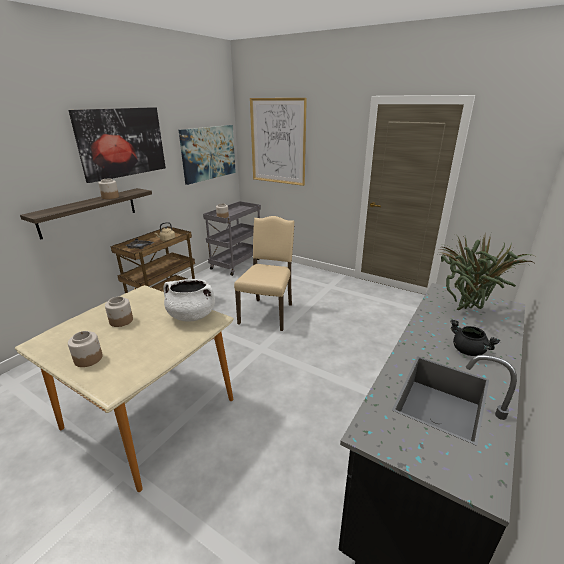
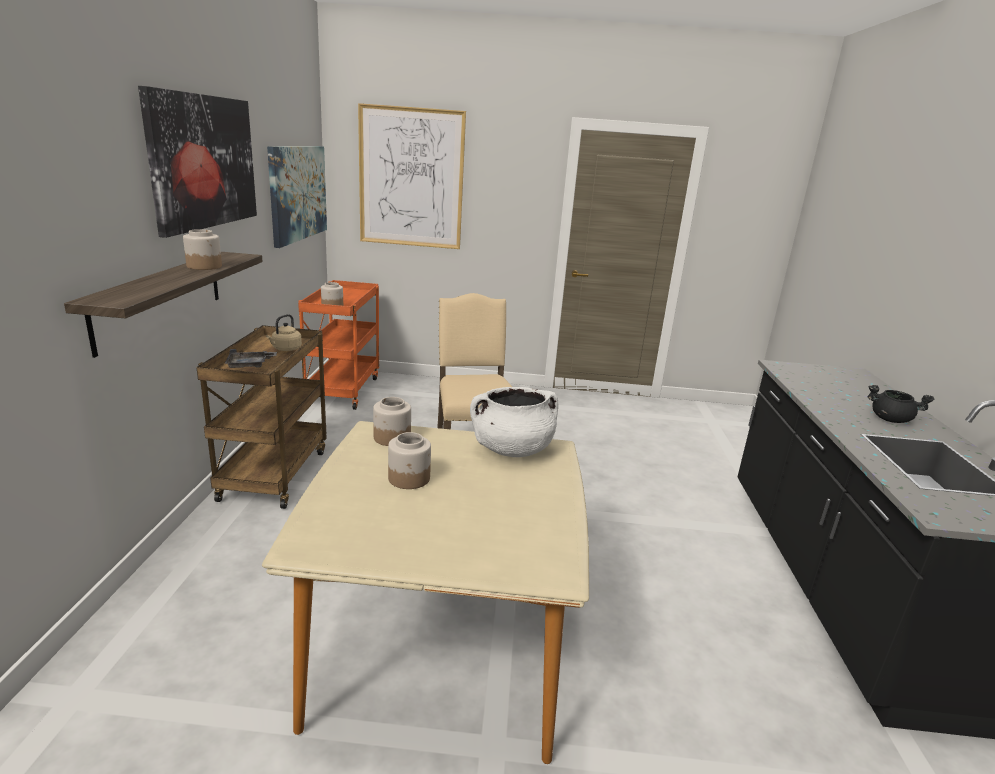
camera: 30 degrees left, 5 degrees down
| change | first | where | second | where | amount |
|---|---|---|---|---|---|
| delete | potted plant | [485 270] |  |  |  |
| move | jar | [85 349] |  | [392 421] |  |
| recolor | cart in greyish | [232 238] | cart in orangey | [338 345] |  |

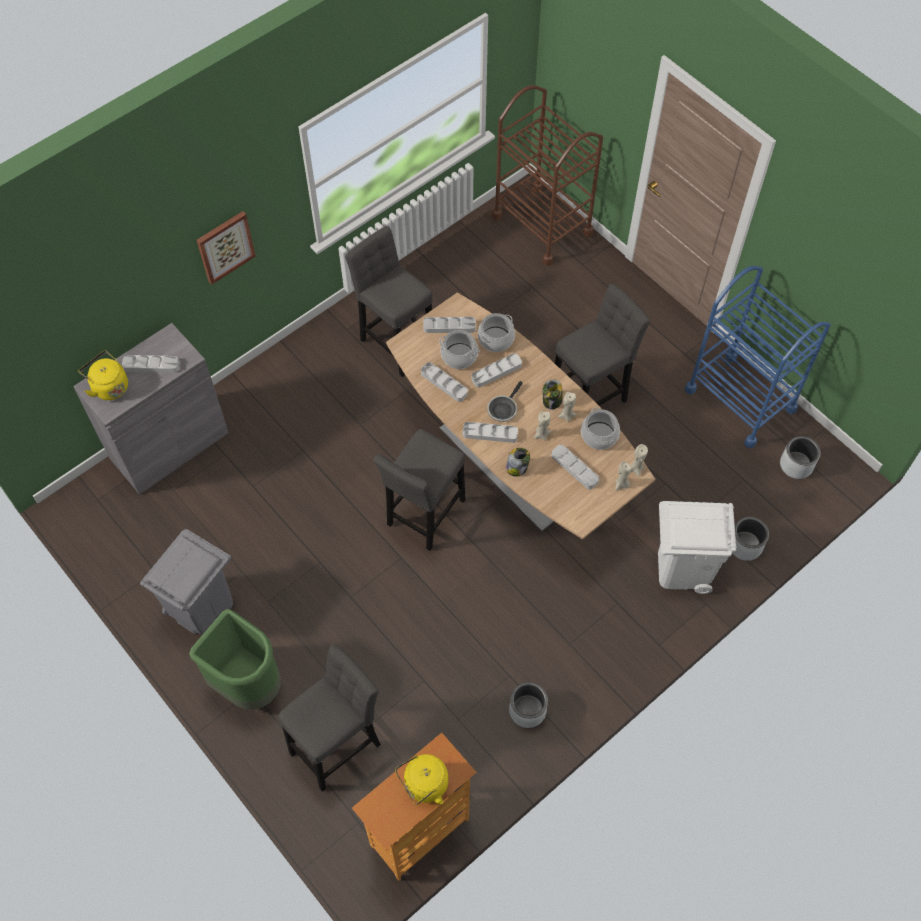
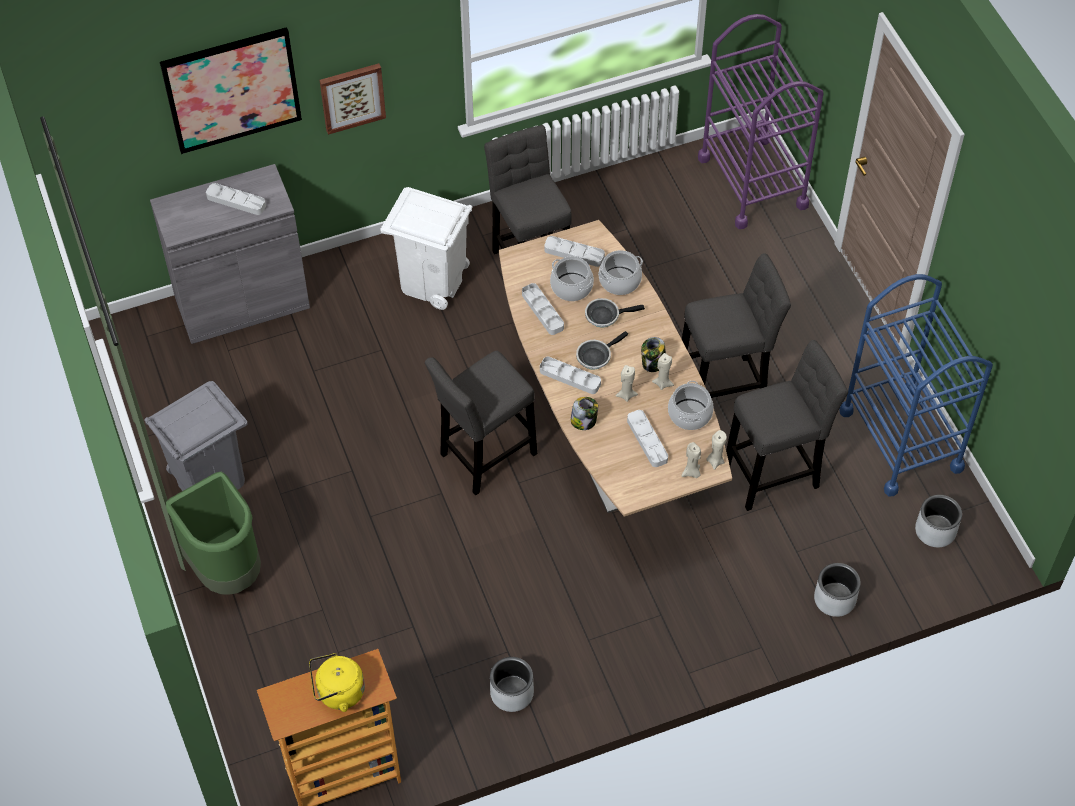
camera: 20 degrees right, 5 degrees down
| change | first | where | second | where | amount |
|---|---|---|---|---|---|
| delete | water kettle in yellowish | [103 375] |  |  |  |
| insert |  |  | picture | [231 90] |  |
| move | sitting stool in greyish | [329 718] |  | [787 425] |  |
| move | trash can in white-coloured | [697 547] |  | [426 248] |  |
| replace | carrying tray in greyish | [496 370] | pan | [615 312] |  |
| recolor | cart in brown-coloured | [547 175] | cart in purple-coloured | [761 121] |  |

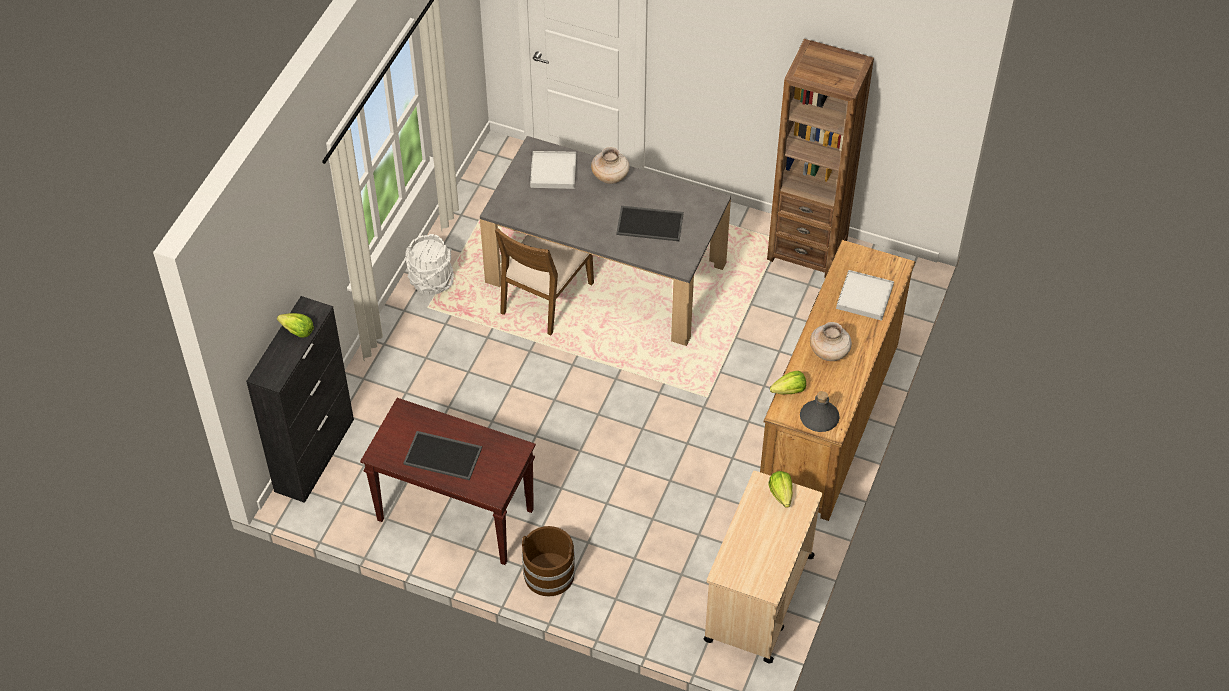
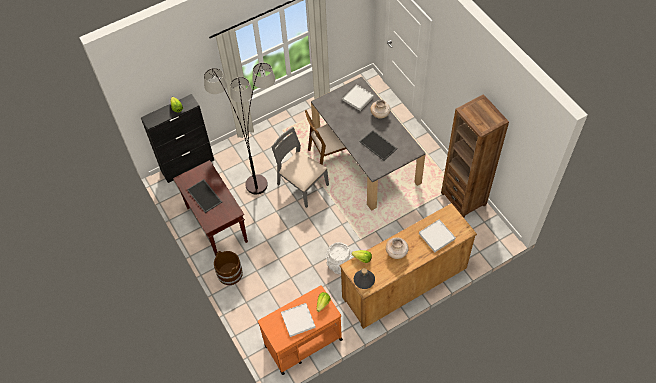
camera: 40 degrees right, 5 degrees up
| change | first | where | second | where | amount |
|---|---|---|---|---|---|
| insert |  |  | floor lamp | [239 128] |  |
| insert |  |  | plain chair in greyish | [300 167] |  |
| insert |  |  | carrying tray in white-coloured | [298 320] |  |
| move | water bucket in white-coloured | [429 264] |  | [339 258] |  |
| recolor | cart in beige | [763 567] | cart in orangey | [300 330] |  |

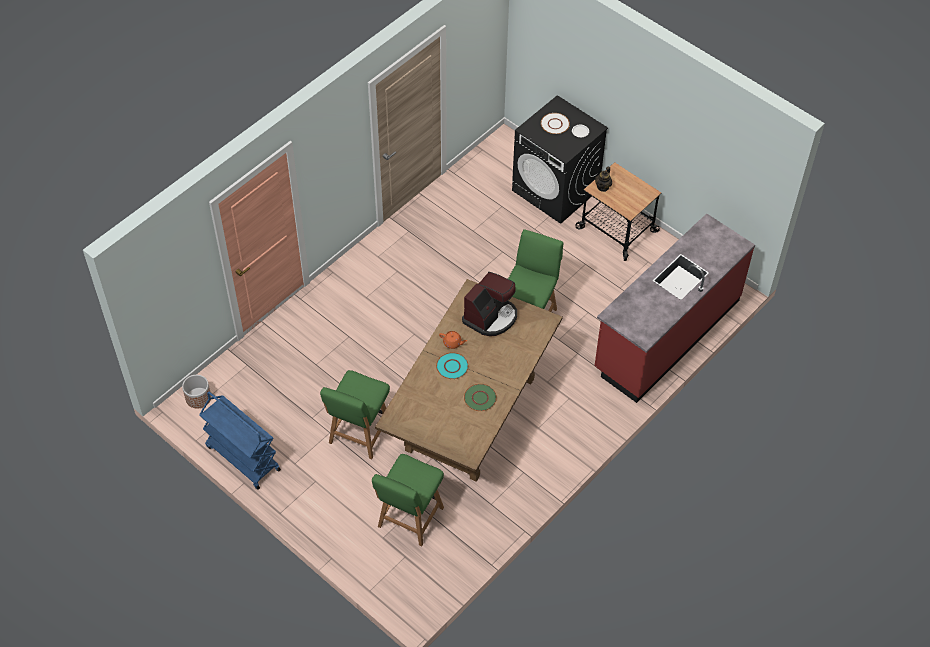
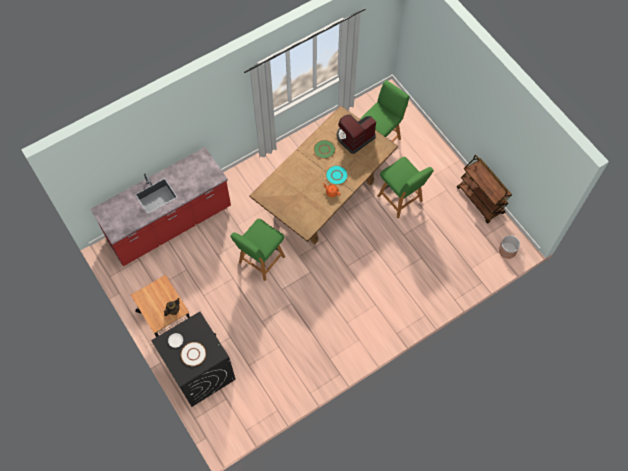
camera: 165 degrees left, 10 degrees up
| change | first | where | second | where | amount |
|---|---|---|---|---|---|
| move | coffee brewer | [489 304] |  | [356 134] |  |
| recolor | cart in bluish | [240 441] | cart in brown-coloured | [484 189] |  |
| rotate | plain chair in green-coloured | [355 414] |  | [406 187] | 105 degrees clockwise |

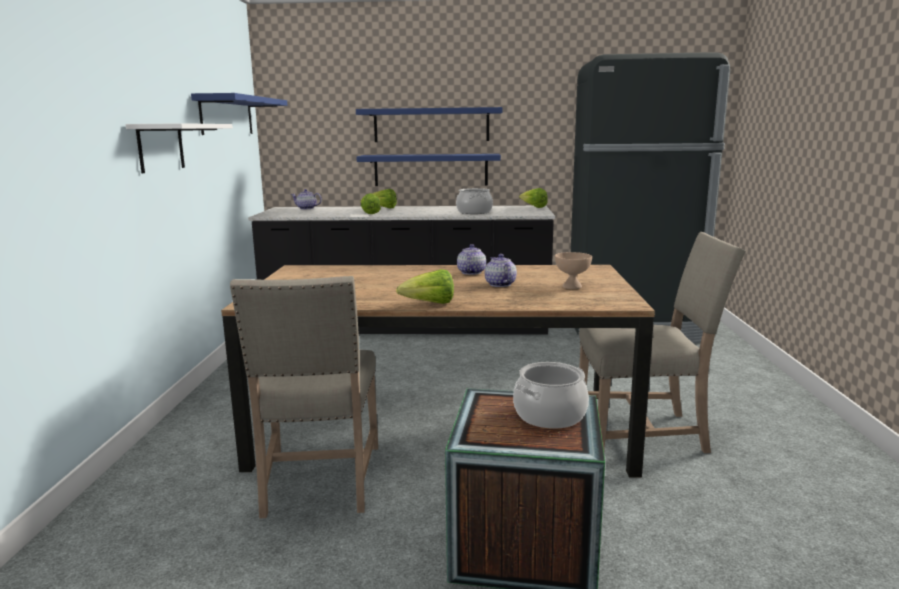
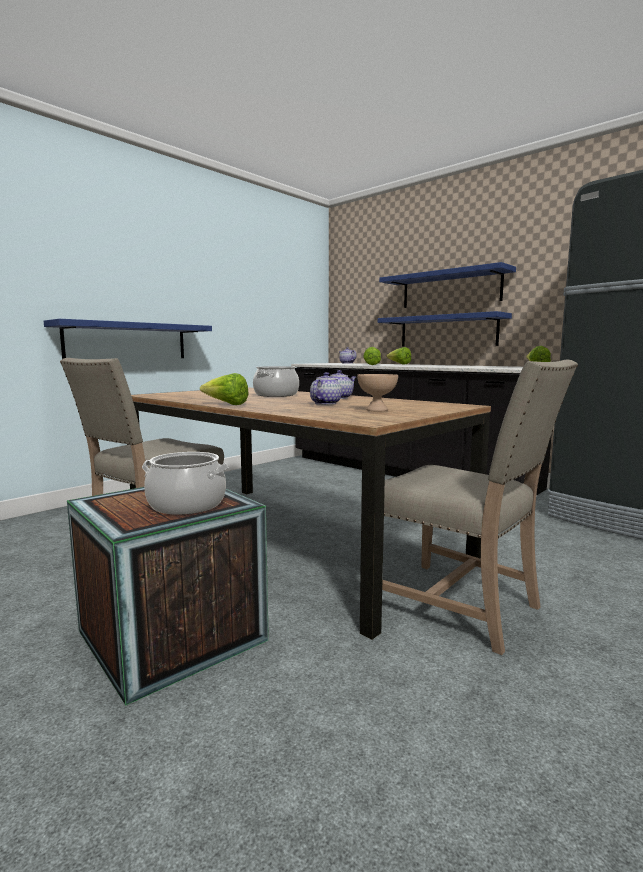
camera: 40 degrees right, 5 degrees down
| change | first | where | second | where | amount |
|---|---|---|---|---|---|
| delete | shelf in white-coloured | [179 148] |  |  |  |
| move | shelf in bluish | [239 114] |  | [128 339] |  |
| move | stockpot | [474 201] |  | [276 381] |  |

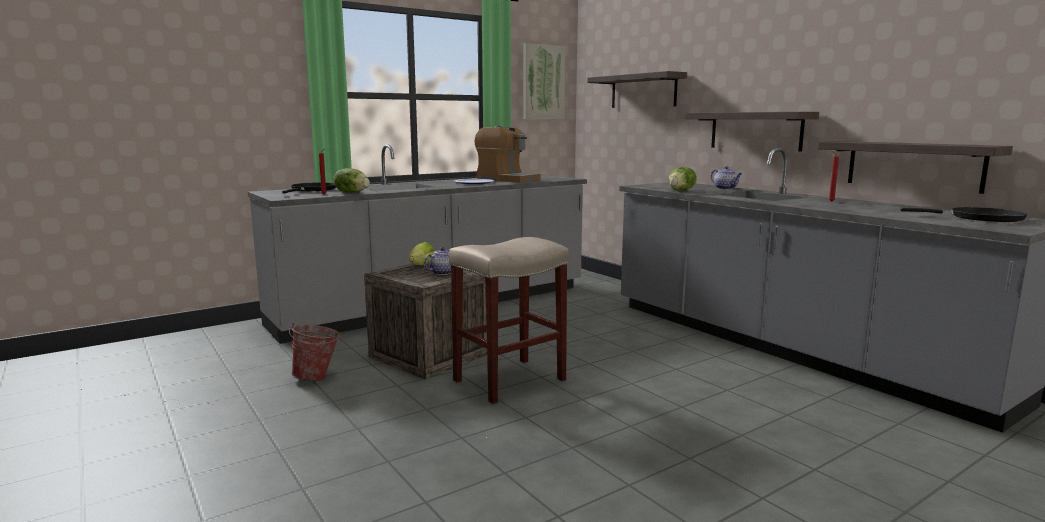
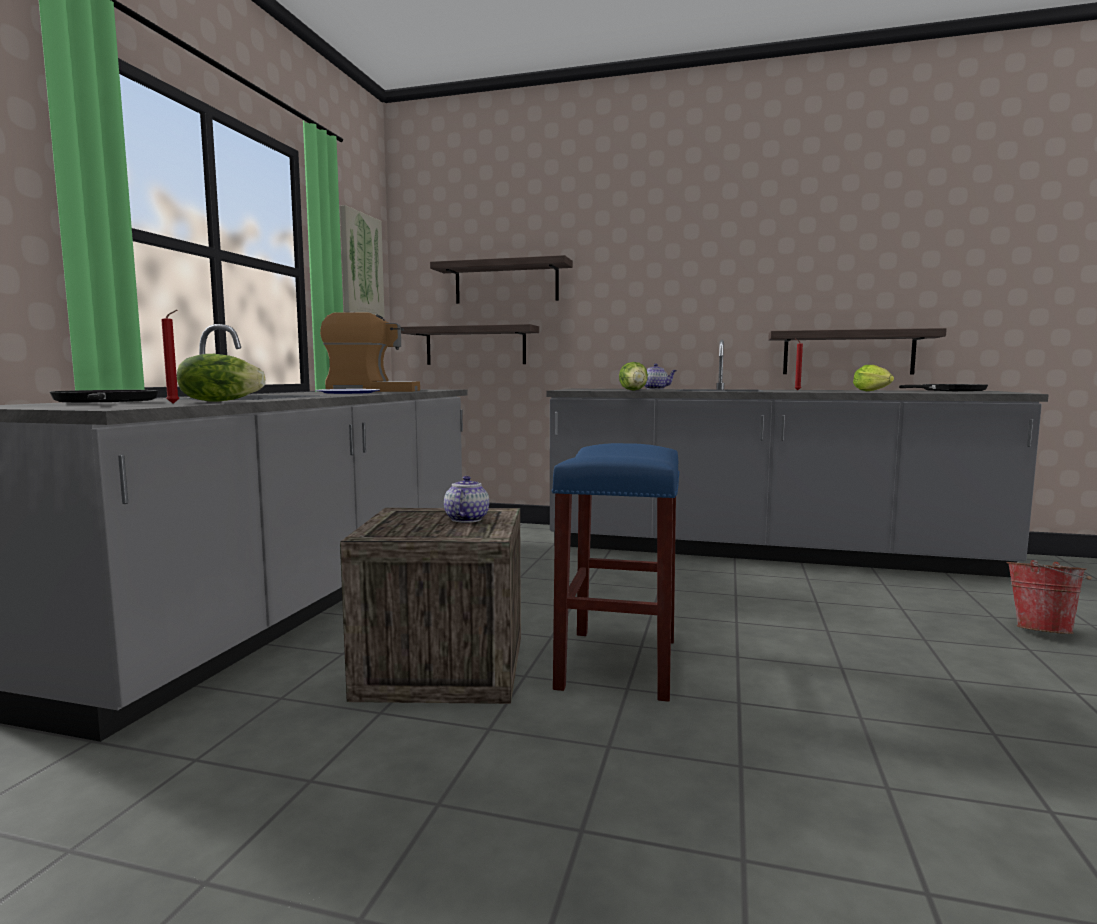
camera: 40 degrees left, 5 degrees down
| change | first | where | second | where | amount |
|---|---|---|---|---|---|
| move | water bucket | [315 352] |  | [1049 597] |  |
| move | lettuce head | [422 253] |  | [873 378] |  |
| move | shelf | [751 131] |  | [470 344] |  |
| recolor | sitting stool in beige | [509 320] | sitting stool in bluish | [615 572] |  |

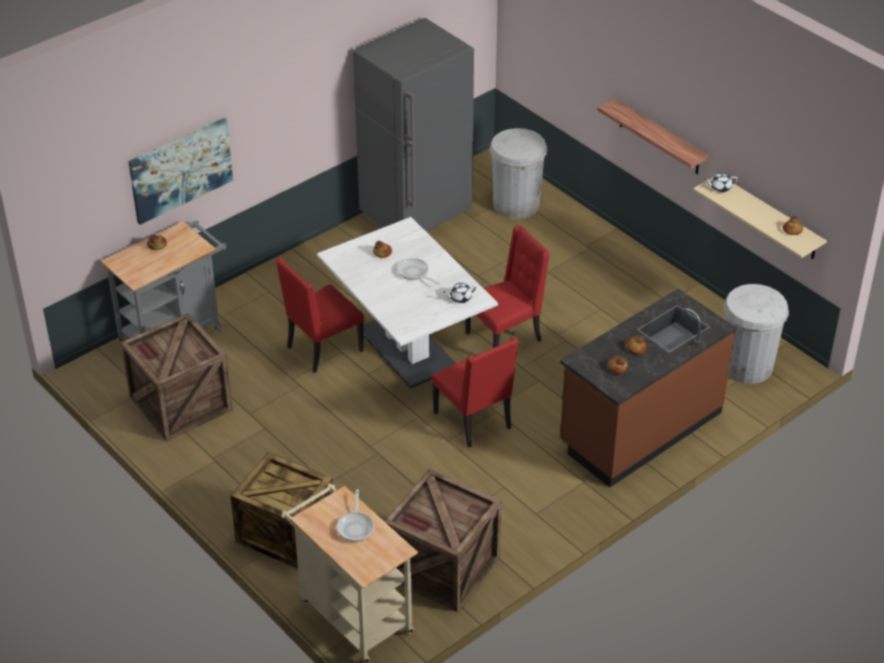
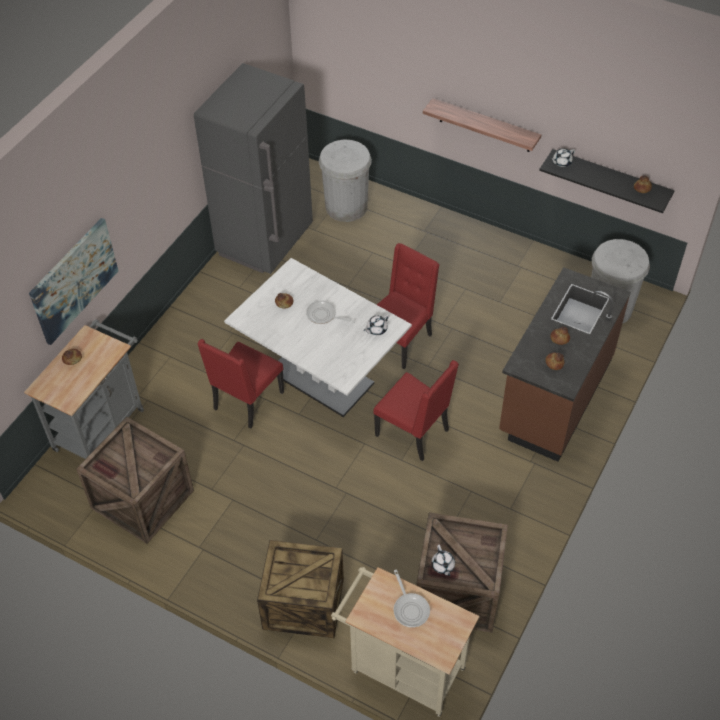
camera: 20 degrees left, 10 degrees up
| change | first | where | second | where | amount |
|---|---|---|---|---|---|
| insert |  |  | tea pot in white-coloured | [443 560] |  |
| recolor | shelf in beige | [760 218] | shelf in black | [607 181] |  |

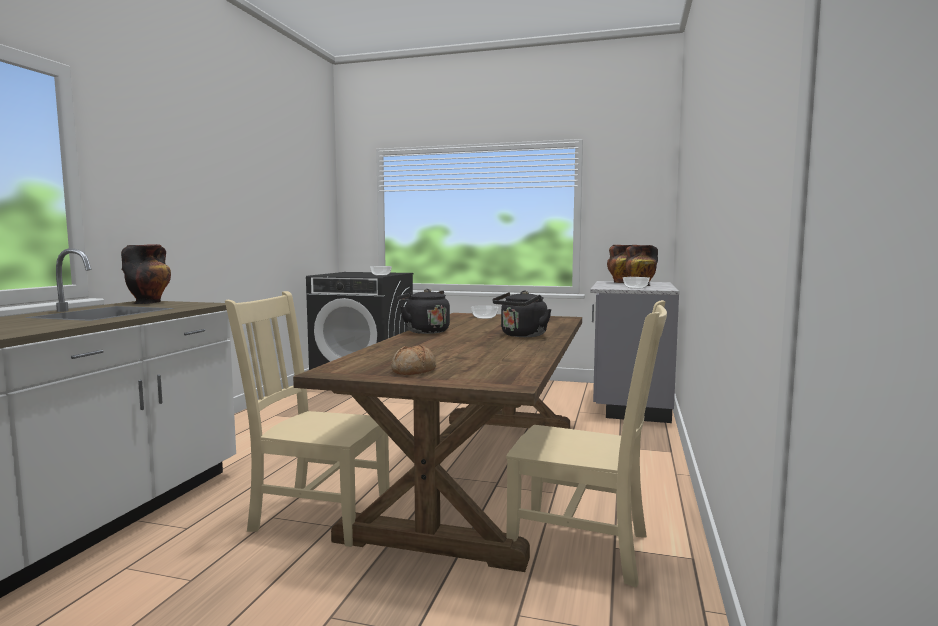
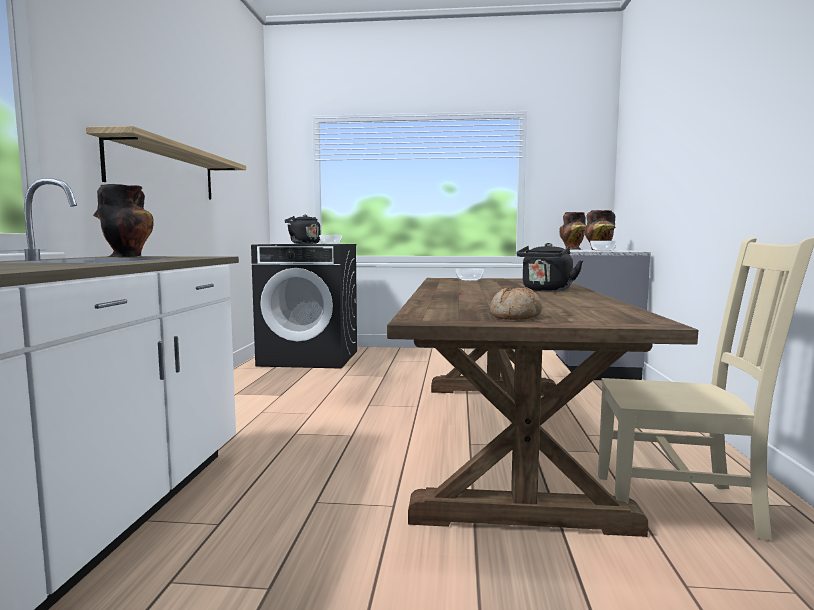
camera: 10 degrees left, 0 degrees up
| change | first | where | second | where | amount |
|---|---|---|---|---|---|
| delete | plain chair in beige | [307 419] |  |  |  |
| insert |  |  | shelf | [166 163] |  |
| move | water kettle in black | [424 311] |  | [302 229] |  |

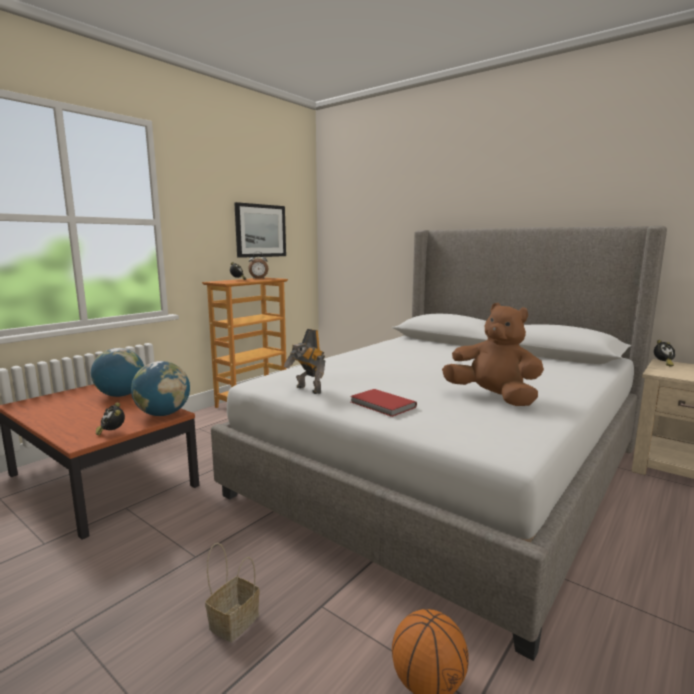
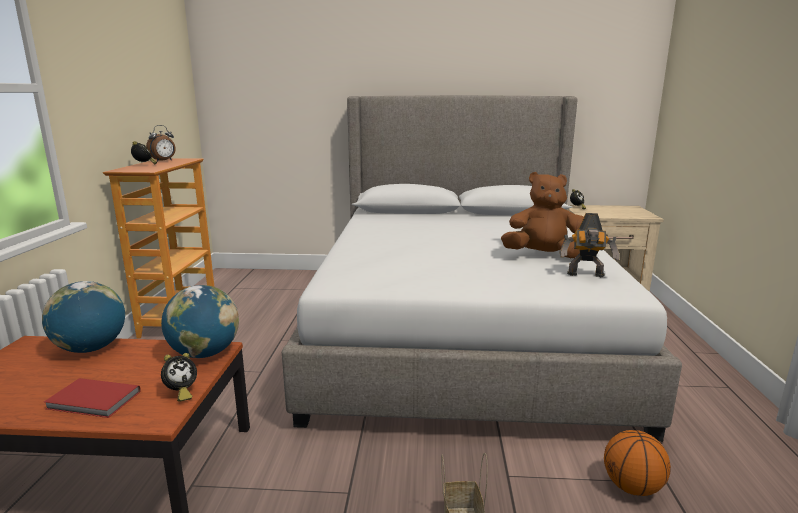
camera: 35 degrees left, 5 degrees up
| change | first | where | second | where | amount |
|---|---|---|---|---|---|
| delete | picture | [260 230] |  |  |  |
| move | toy robot | [304 361] |  | [590 245] |  |
| move | volume in reddish | [384 403] |  | [92 398] |  |
| rotate | bedside clock | [110 418] |  | [179 377] | 75 degrees counterclockwise |

